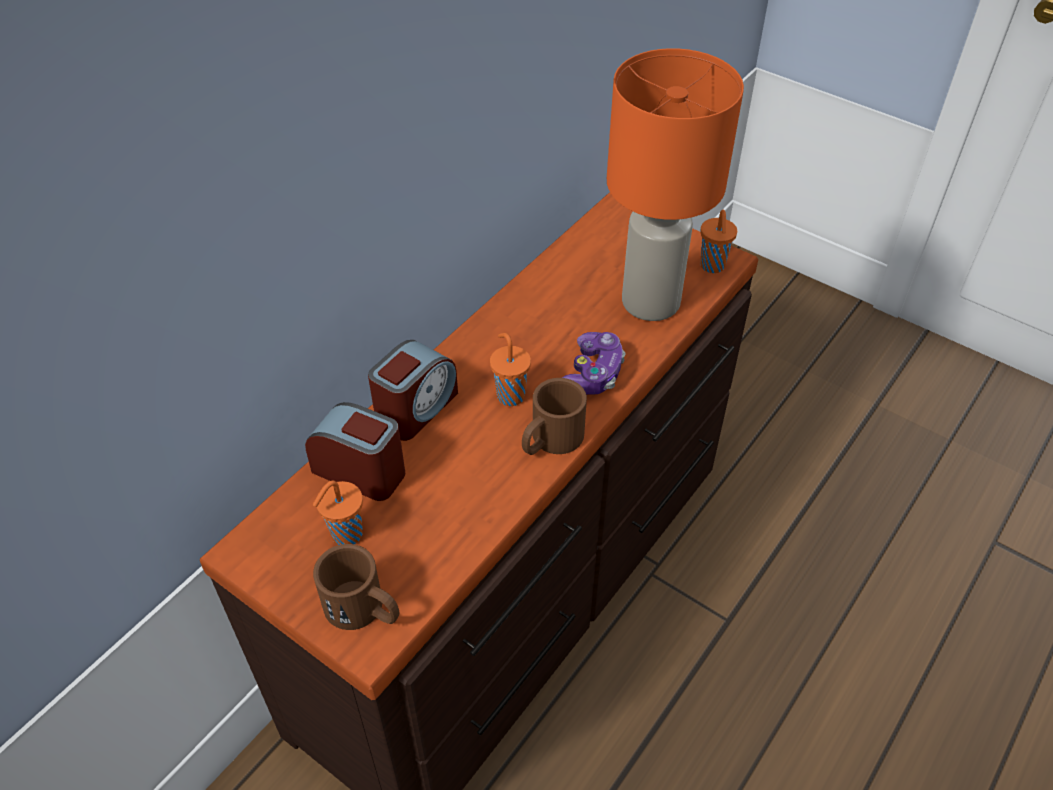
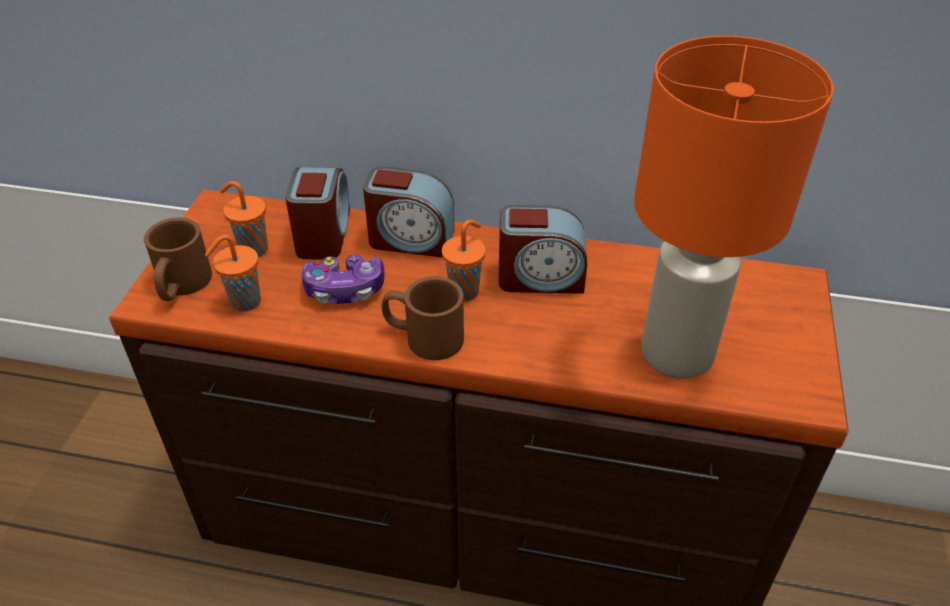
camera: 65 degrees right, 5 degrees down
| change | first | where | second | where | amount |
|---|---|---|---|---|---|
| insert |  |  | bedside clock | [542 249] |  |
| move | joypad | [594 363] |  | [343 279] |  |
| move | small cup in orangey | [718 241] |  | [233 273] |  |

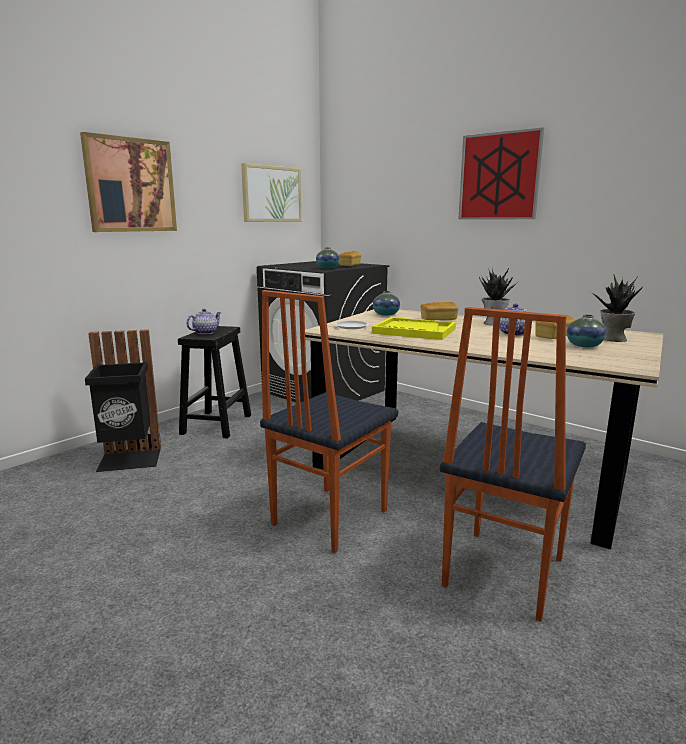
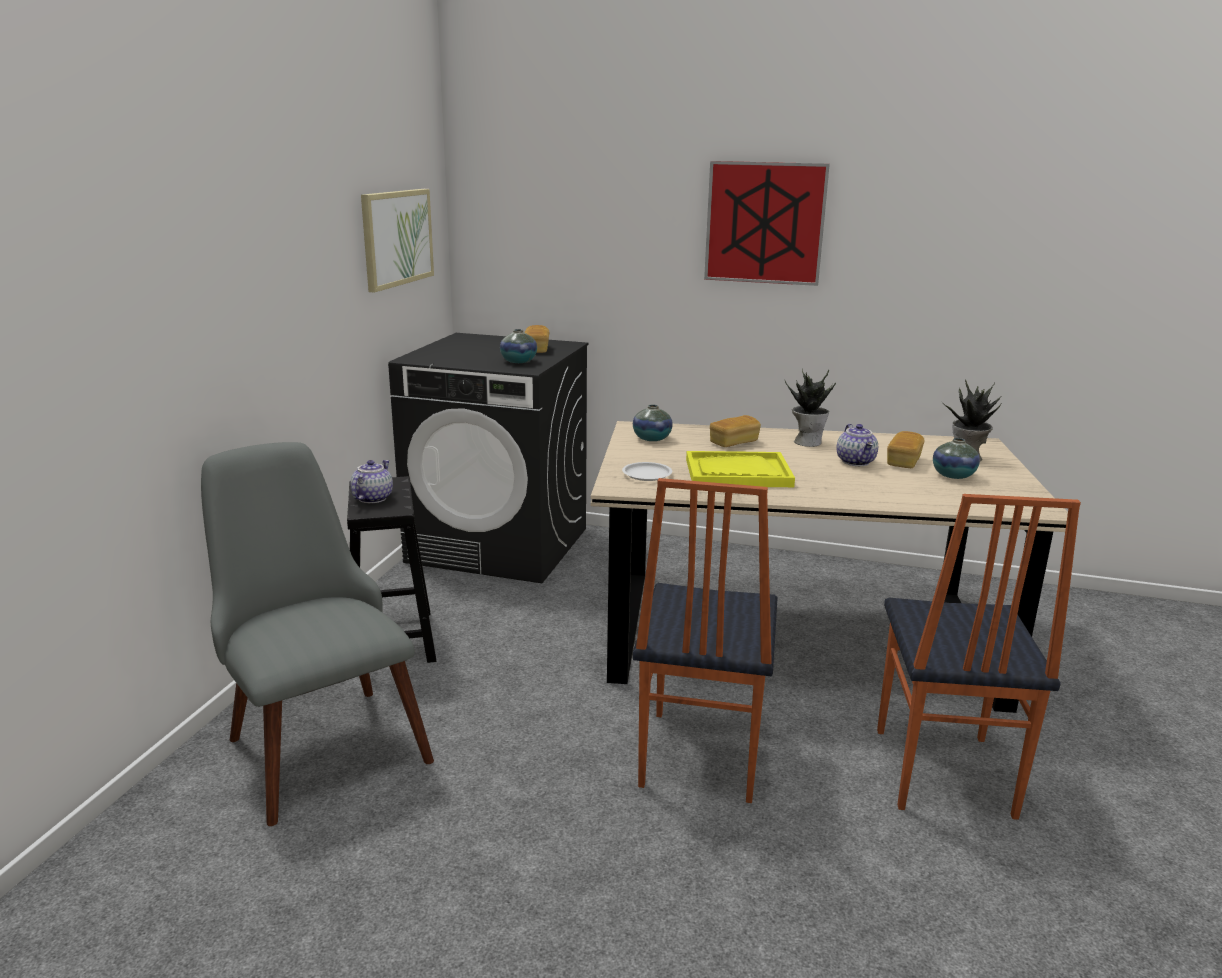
camera: 25 degrees left, 5 degrees up
| change | first | where | second | where | amount |
|---|---|---|---|---|---|
| delete | picture | [128 182] |  |  |  |
| replace | trash can in black | [123 400] | plain chair in greyish | [317 634] |  |

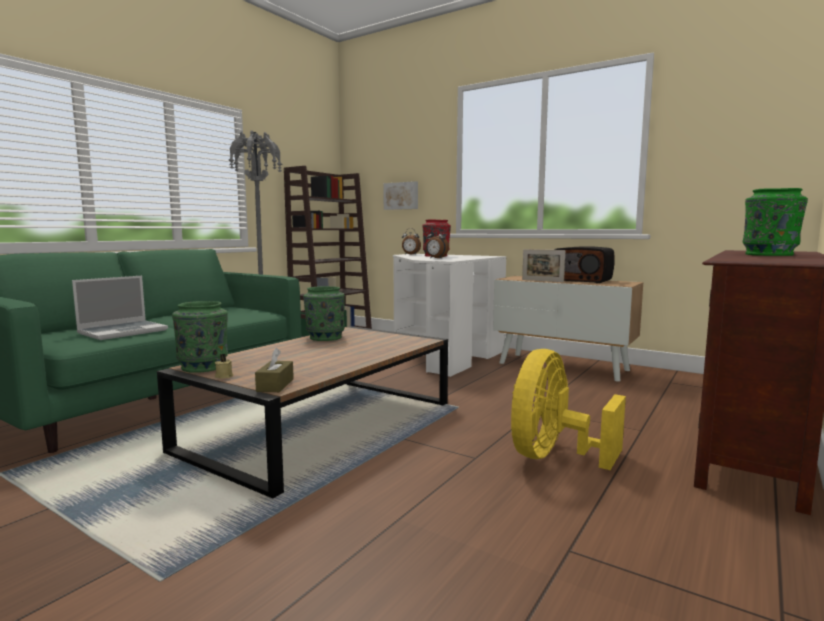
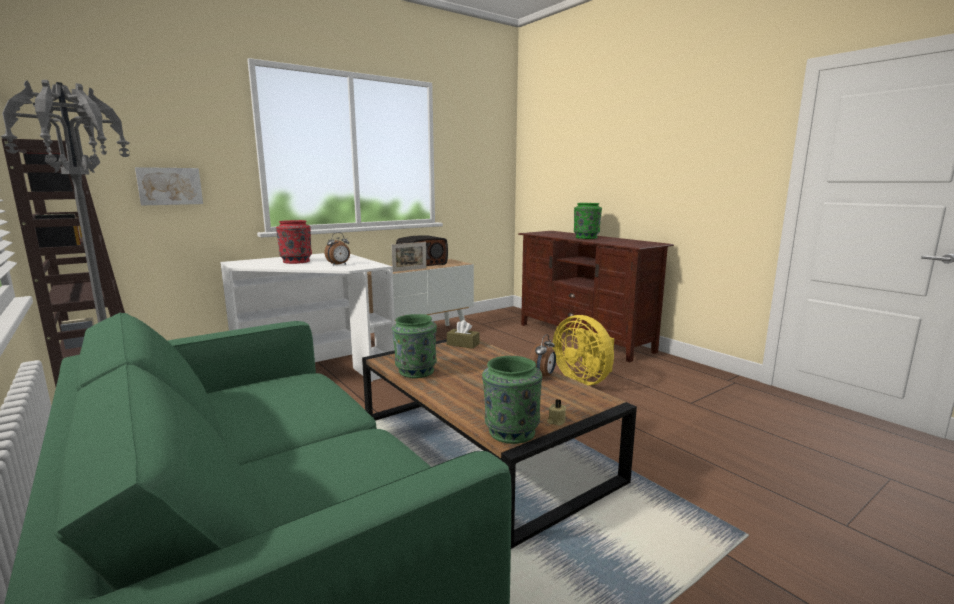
camera: 70 degrees left, 5 degrees up
| change | first | where | second | where | amount |
|---|---|---|---|---|---|
| delete | portable computer | [120 308] |  |  |  |
| move | box of tissues in brown-coloured | [274 370] |  | [463 334] |  |
| move | bedside clock | [411 241] |  | [542 355] |  |

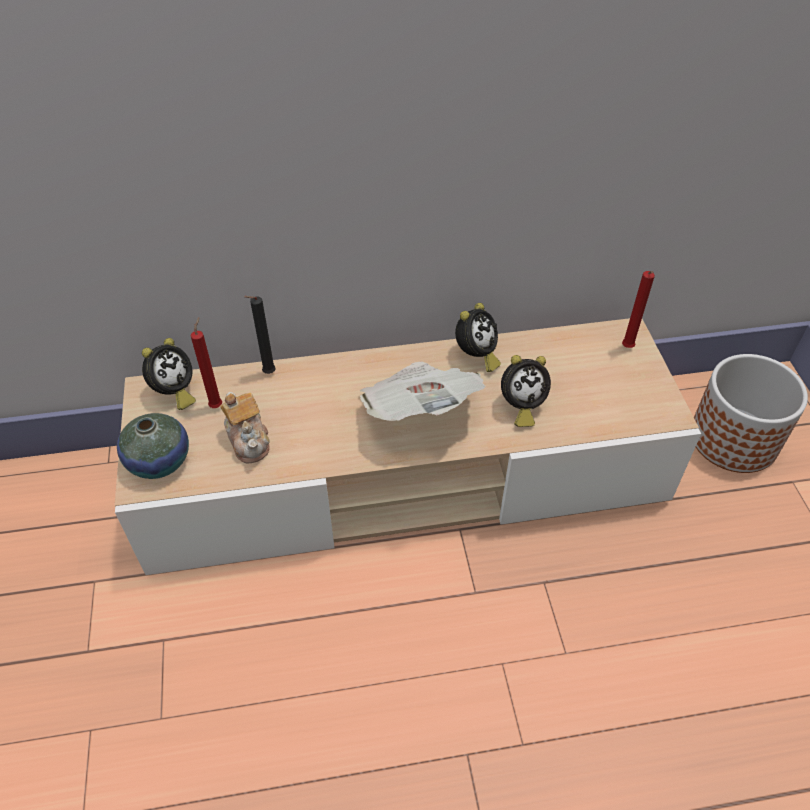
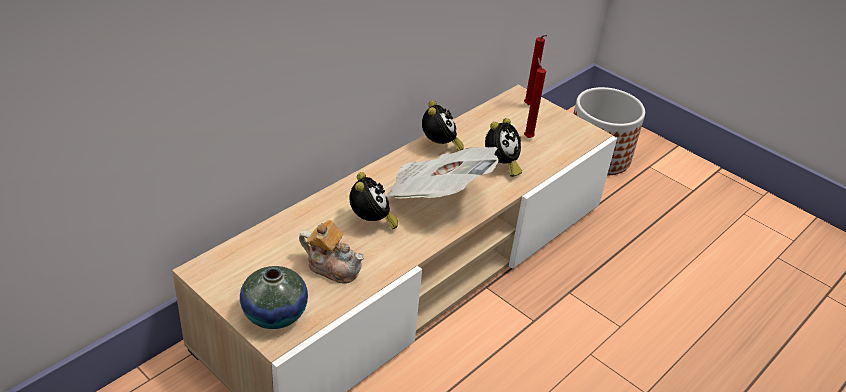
camera: 40 degrees left, 10 degrees down
| change | first | where | second | where | amount |
|---|---|---|---|---|---|
| delete | candle in black | [260 335] |  |  |  |
| move | bedside clock | [169 374] |  | [373 200] |  |
| move | candle in reddish | [206 362] |  | [535 98] |  |

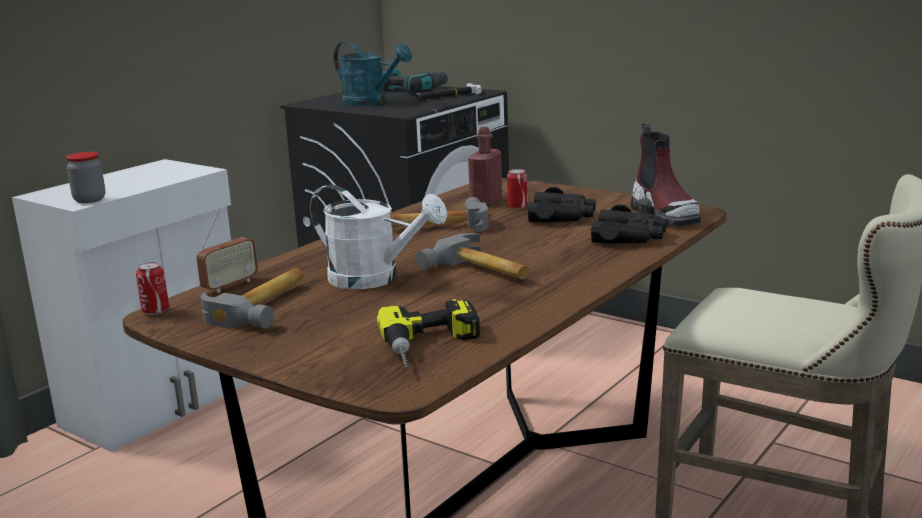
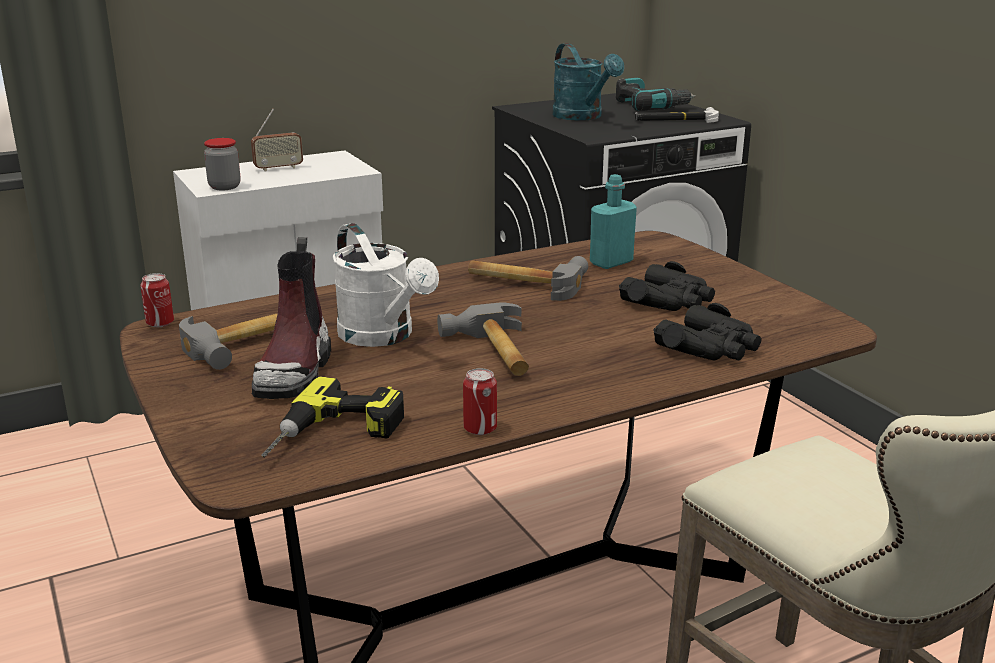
camera: 25 degrees right, 5 degrees up
| change | first | where | second | where | amount |
|---|---|---|---|---|---|
| move | radio | [227 252] |  | [277 140] |  |
| move | can | [517 189] |  | [480 401] |  |
| move | high-top boot | [666 174] |  | [291 318] |  |
| recolor | drink bottle in reddish | [485 167] | drink bottle in turquoise-coloured | [613 221] |  |

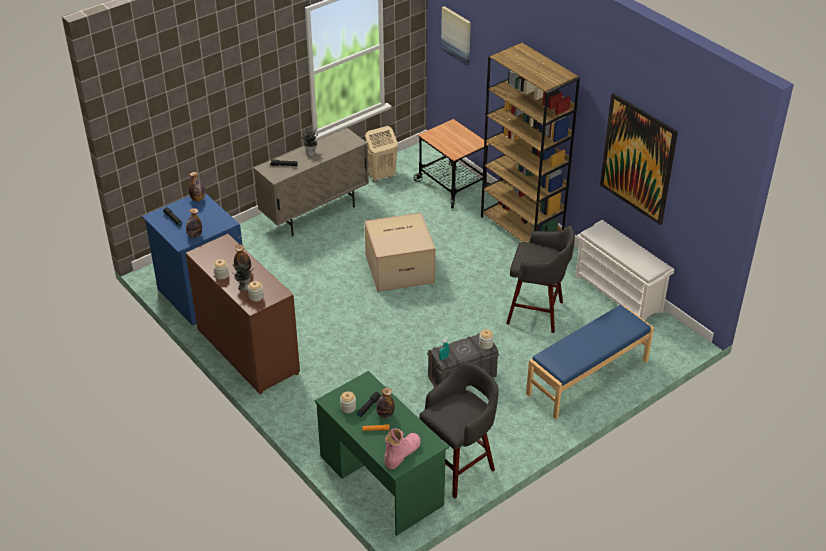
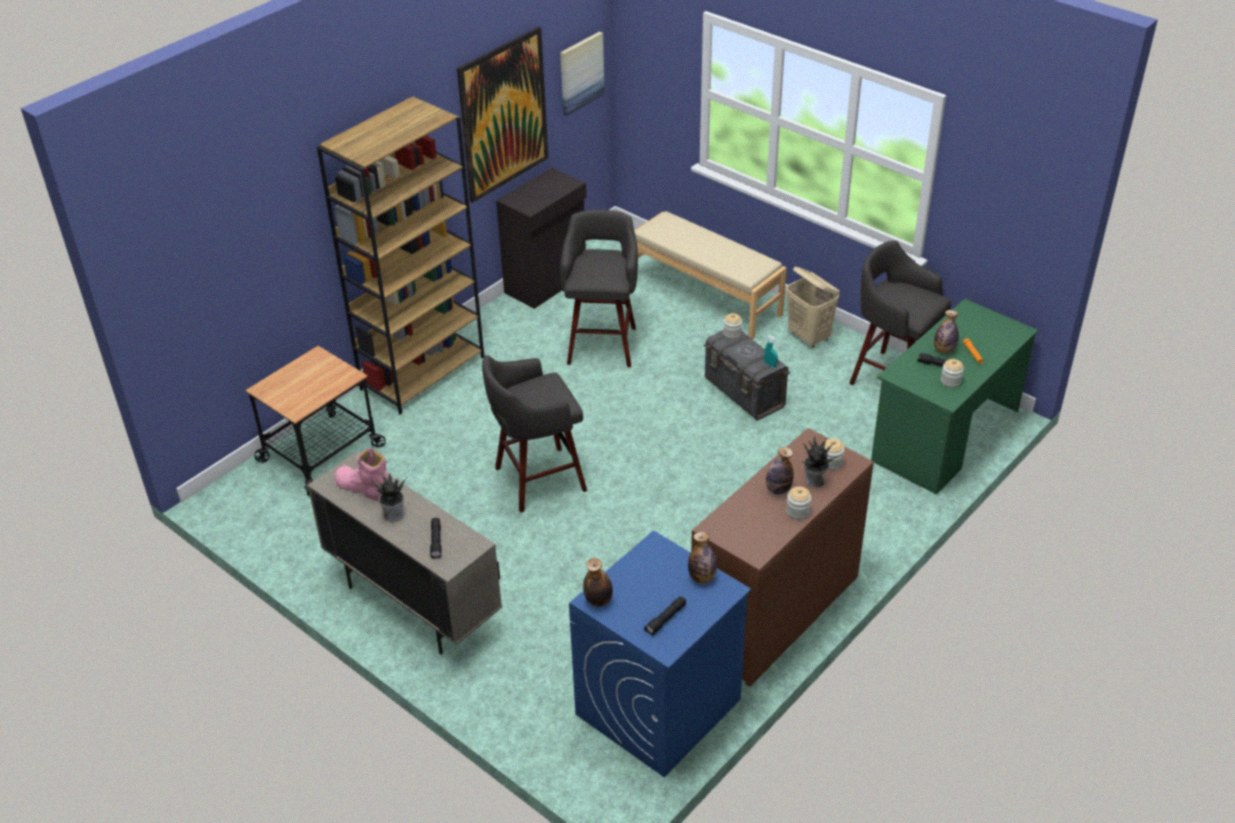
camera: 100 degrees left, 0 degrees up
| change | first | where | second | where | amount |
|---|---|---|---|---|---|
| move | washing basket in beige | [381 154] |  | [812 307] |  |
| move | high-top boot in pink | [402 448] |  | [362 475] |  |
| move | picture | [456 35] |  | [582 74] |  |
| replace | carton | [400 252] | sitting stool in greyish | [534 434] |  |
| replace | shoe rack in white-coloured | [624 270] | cupboard in black | [541 238] |  |
| recolor | bench in bluish | [590 362] | bench in beige | [710 275] |  |

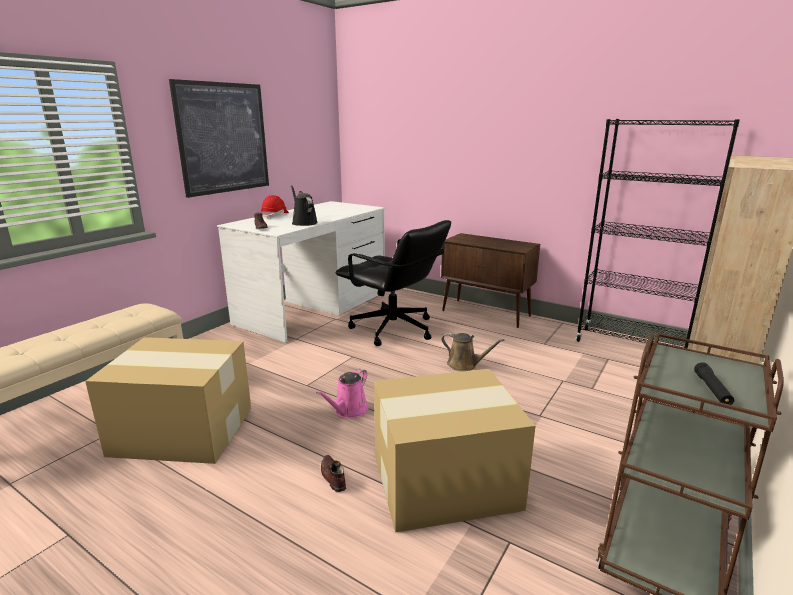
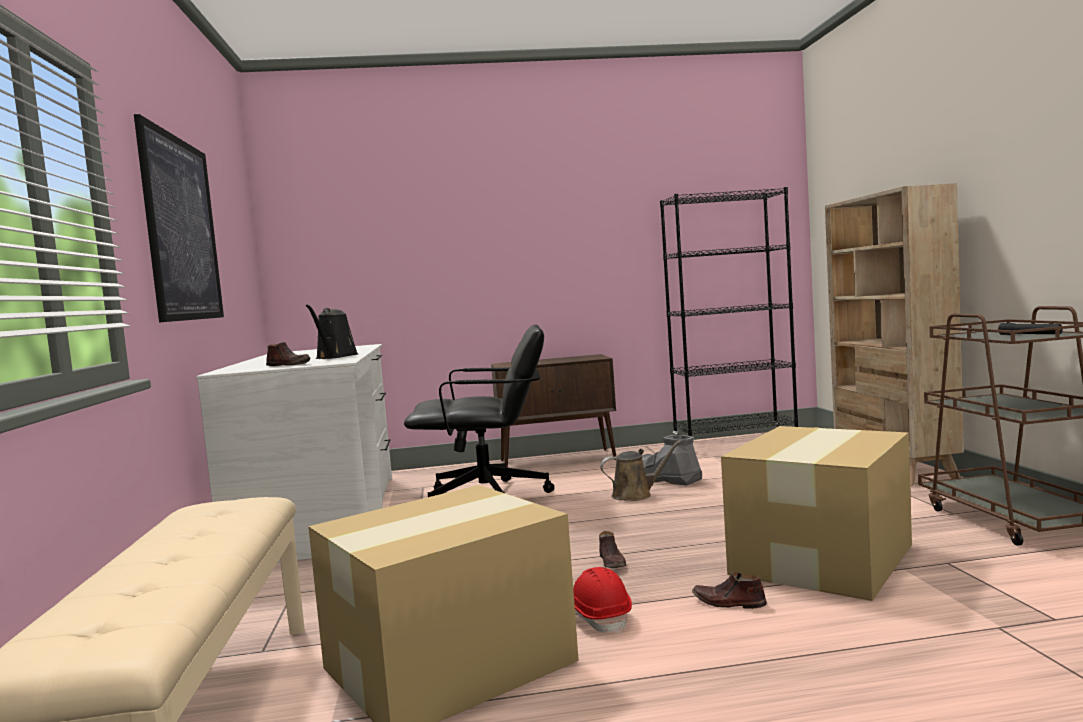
camera: 40 degrees left, 15 degrees down
| change | first | where | second | where | amount |
|---|---|---|---|---|---|
| insert |  |  | high-top boot in greyish | [672 460] |  |
| move | safety helmet in reddish | [275 207] |  | [602 600] |  |
| replace | watering pot in pink | [342 394] | shoe in brown-coloured | [612 549] |  |
| rotate | watering pot in black | [304 205] |  | [332 332] | 105 degrees counterclockwise |

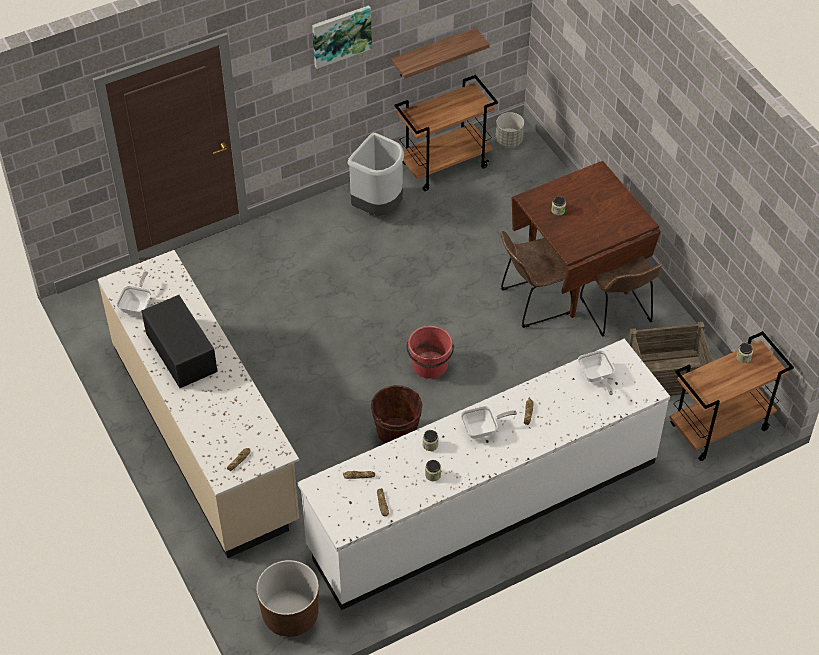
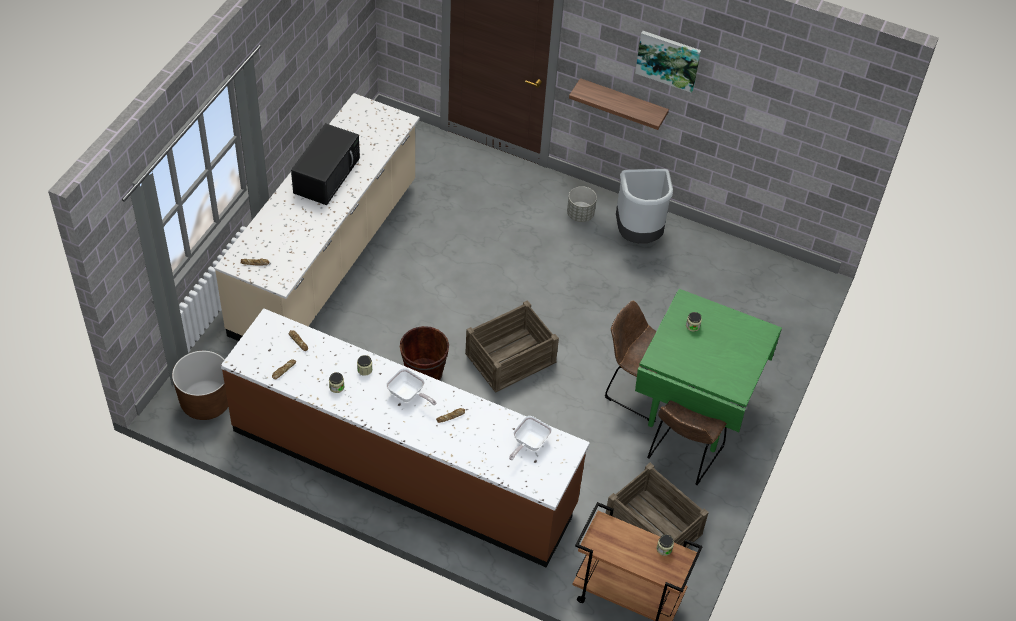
camera: 50 degrees right, 0 degrees up
| change | first | where | second | where | amount |
|---|---|---|---|---|---|
| delete | pan | [134 293] |  |  |  |
| delete | cart in brown-coloured | [446 133] |  |  |  |
| move | shelf | [440 53] |  | [619 104] |  |
| move | plant pot in greyish | [510 129] |  | [582 204] |  |
| replace | water bucket in reddish | [430 352] | crate | [512 346] |  |
| recolor | counter in white-coloured | [484 474] | counter in brown-coloured | [405 437] |  |
| recolor | kitchen table in brown-coloured | [586 239] | kitchen table in green-coloured | [708 370] |  |

